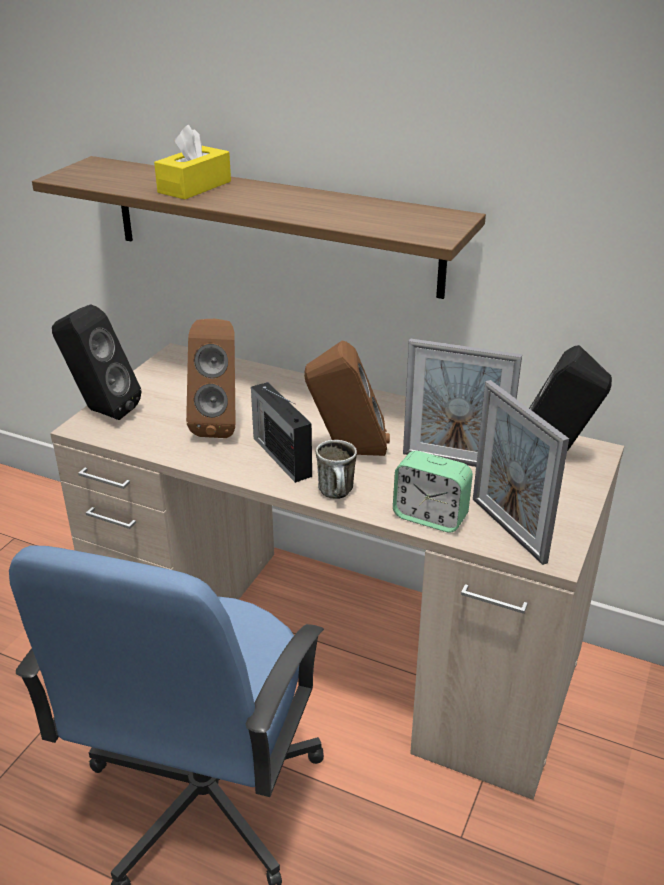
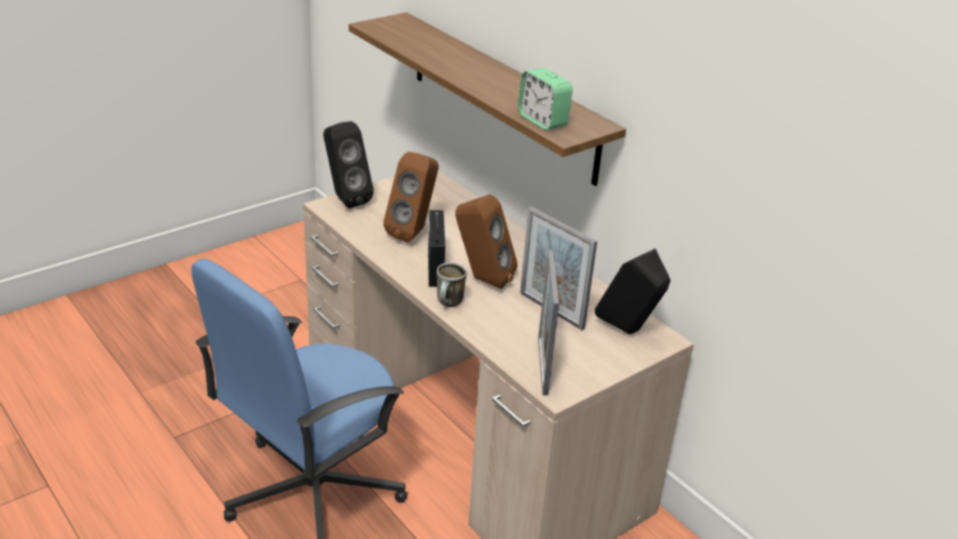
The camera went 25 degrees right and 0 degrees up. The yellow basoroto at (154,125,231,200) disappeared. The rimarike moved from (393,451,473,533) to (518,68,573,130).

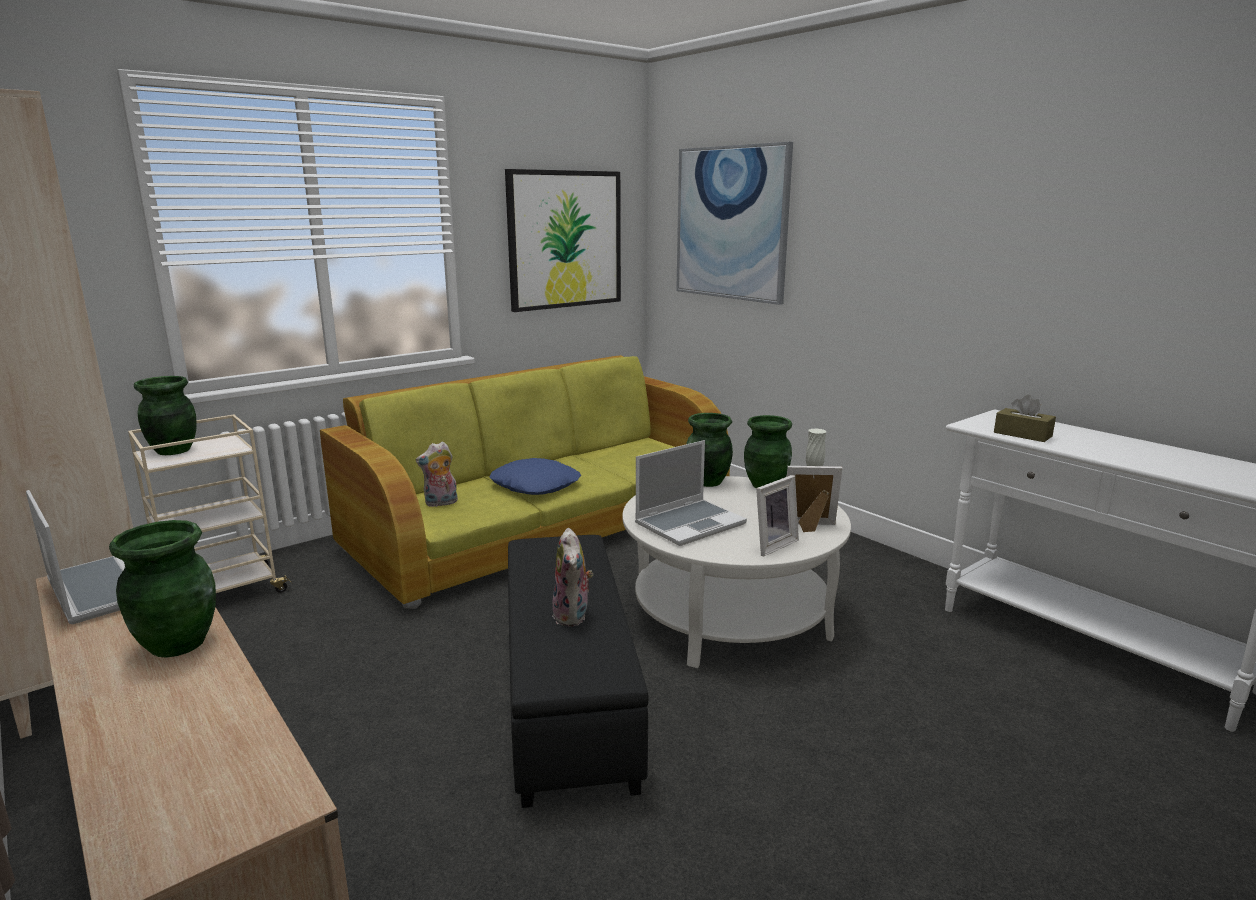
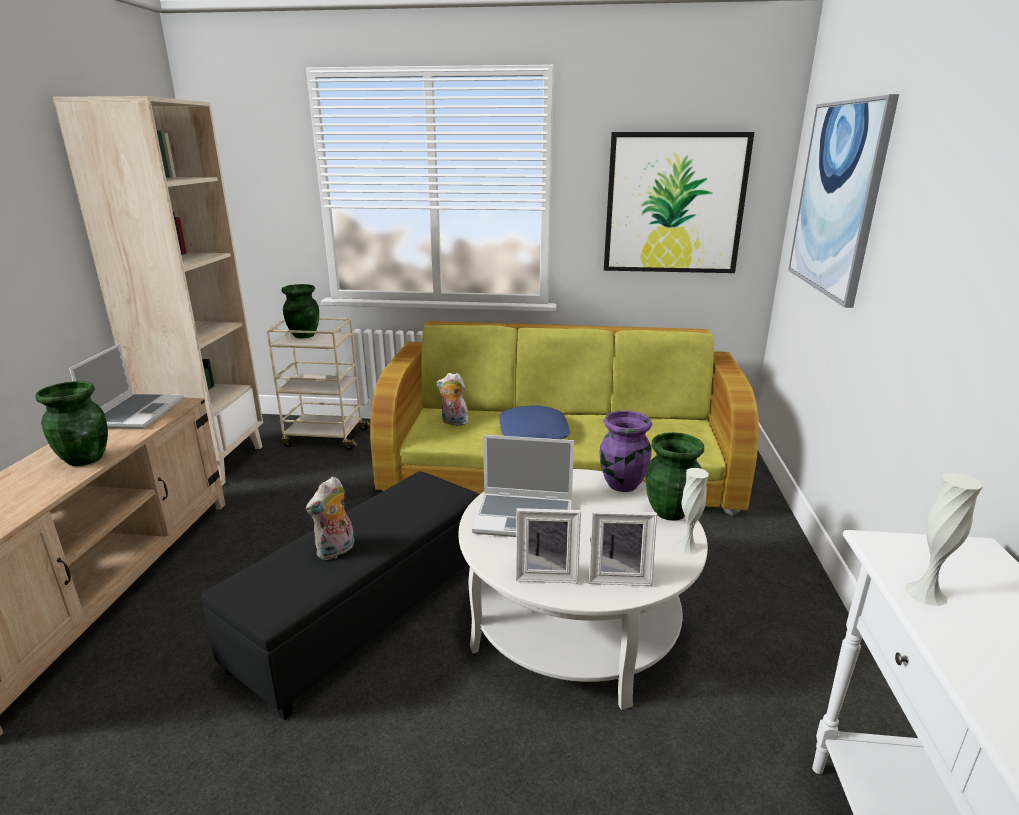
The camera went 45 degrees right and 5 degrees up. The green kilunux at (686,413,733,487) became the purple kilunux at (600,411,652,492). The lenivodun at (787,466,843,532) turned 135 degrees clockwise. The brown basoroto at (994,395,1056,442) was replaced by the white kilunux at (905,473,983,606).

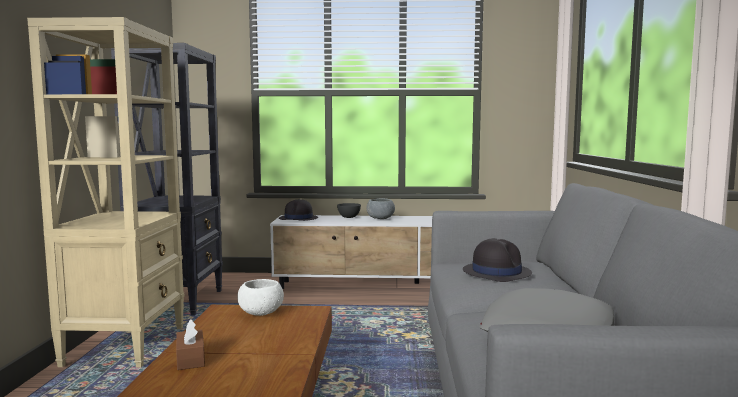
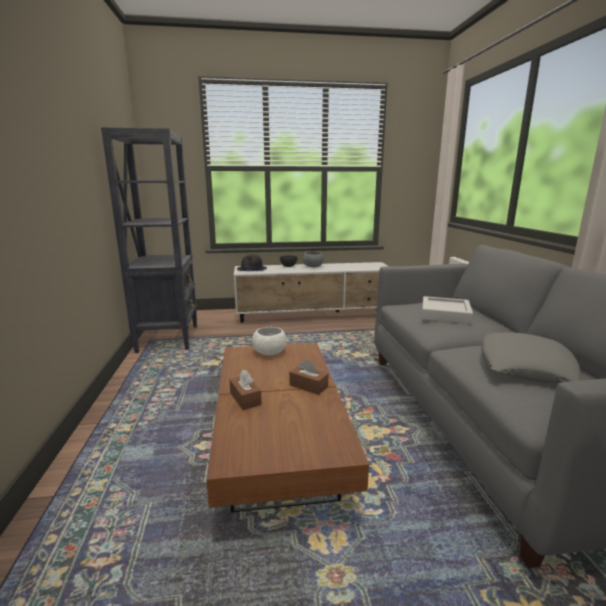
The camera went 10 degrees left and 10 degrees up. The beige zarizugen at (27,17,184,368) disappeared. The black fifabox at (463,238,532,282) was replaced by the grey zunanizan at (422,296,473,324). The brown basoroto at (289,360,328,395) appeared.

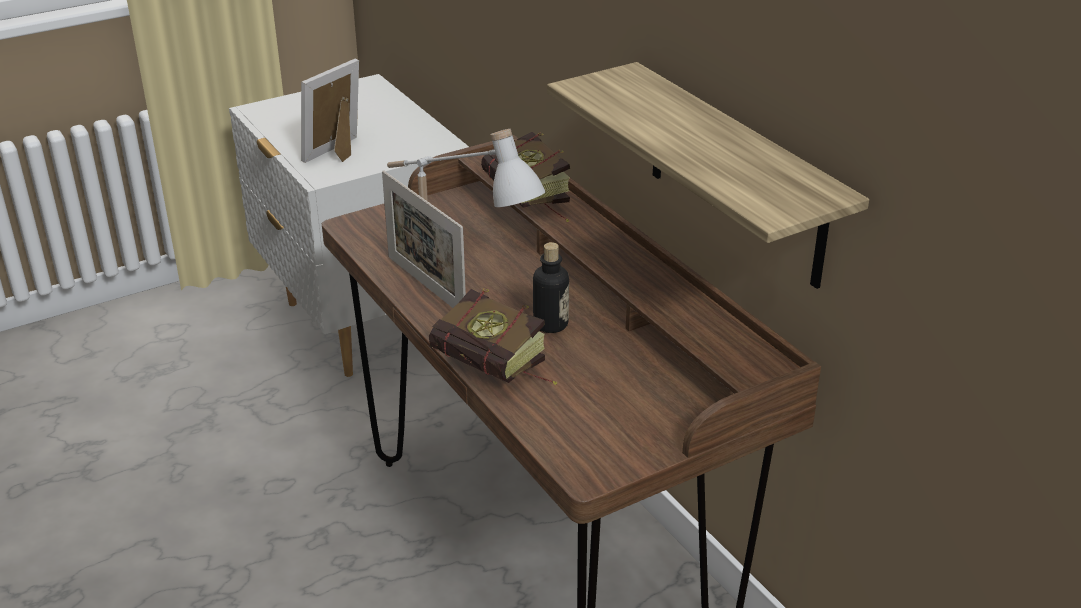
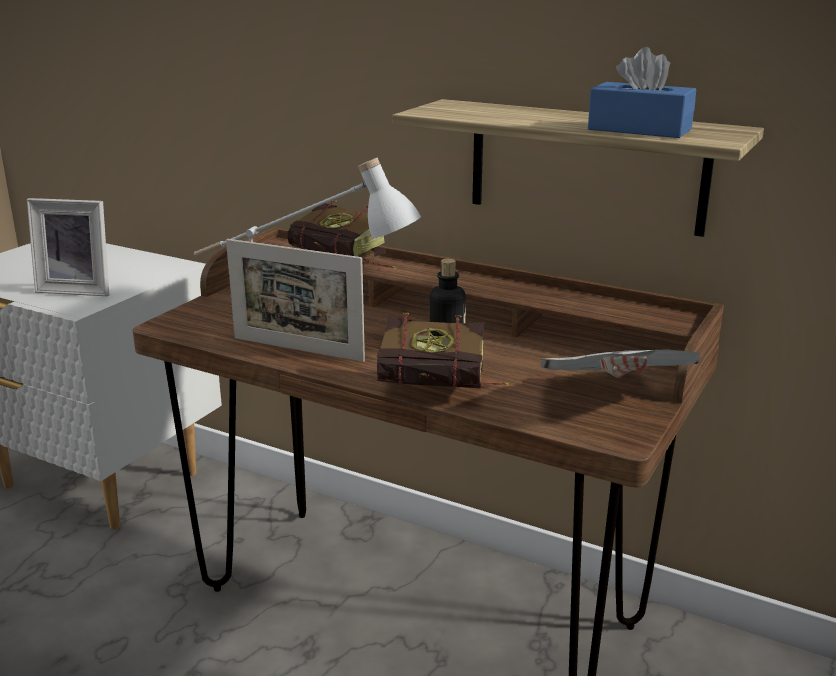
The camera went 30 degrees left and 10 degrees down. The lenivodun at (301,58,359,163) turned 90 degrees counterclockwise. The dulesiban at (540,350,701,378) appeared. The blue basoroto at (588,47,696,138) appeared.

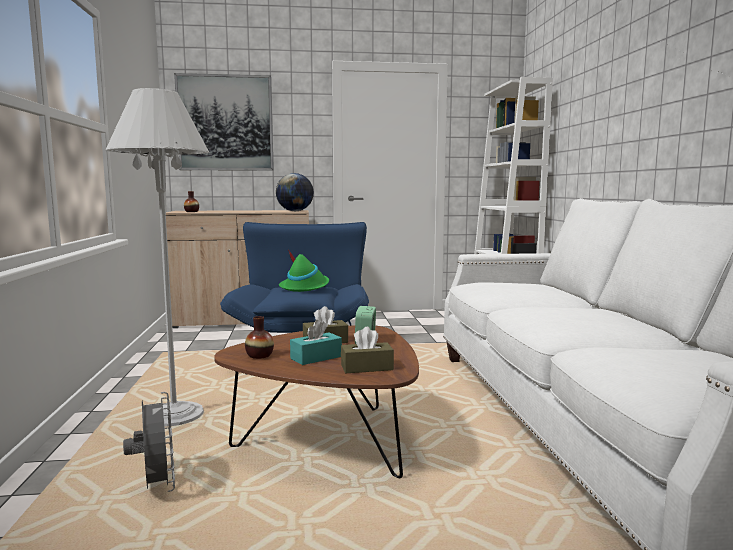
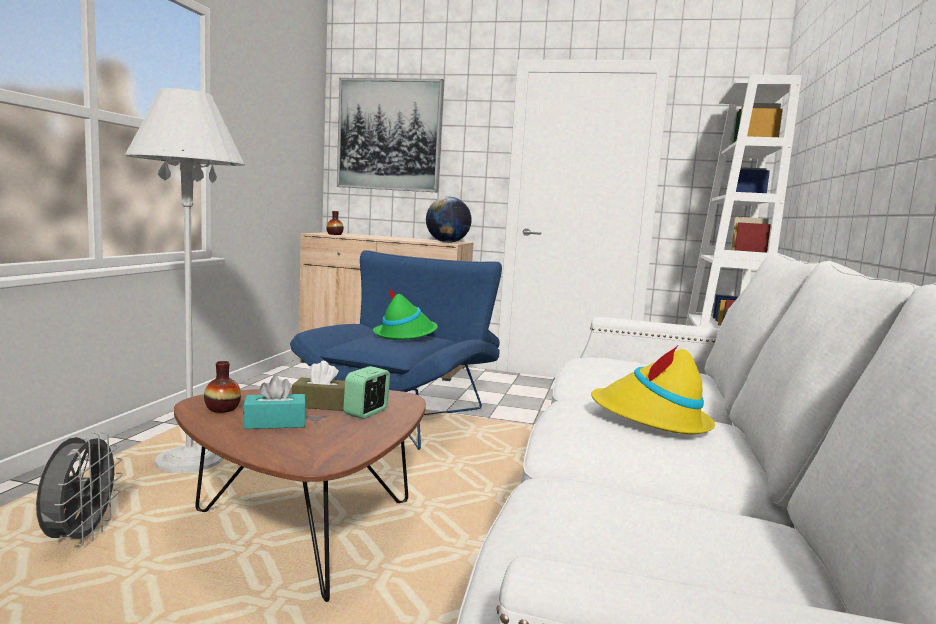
The camera went 20 degrees right and 0 degrees up. The brown basoroto at (341,327,394,373) disappeared. The yellow fifabox at (591,345,715,434) appeared.

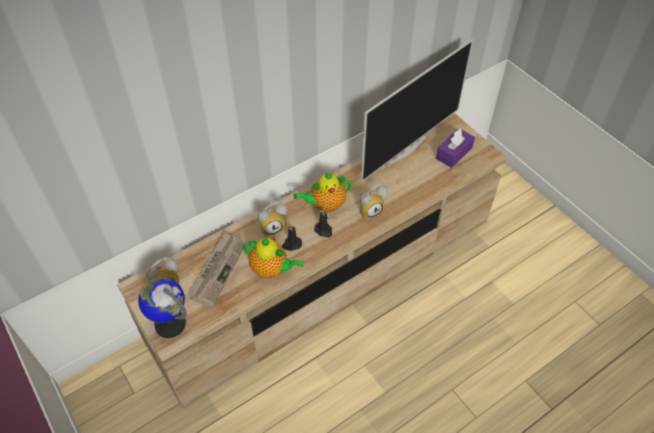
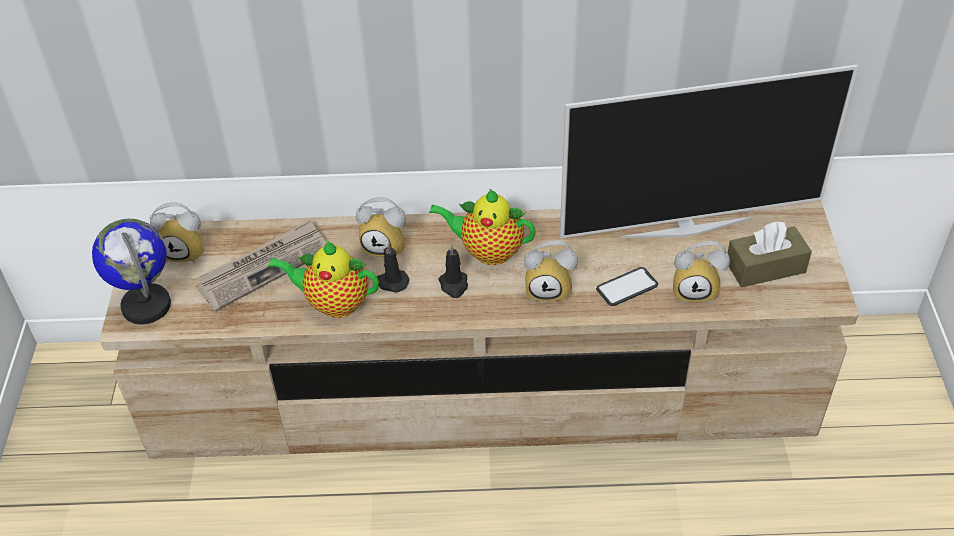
The camera went 35 degrees right and 5 degrees down. The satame at (243,237,304,279) turned 135 degrees clockwise. The purple basoroto at (436,128,475,168) became the brown basoroto at (728,221,812,287). The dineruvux at (596,267,658,306) appeared. The rimarike at (673,241,730,303) appeared.

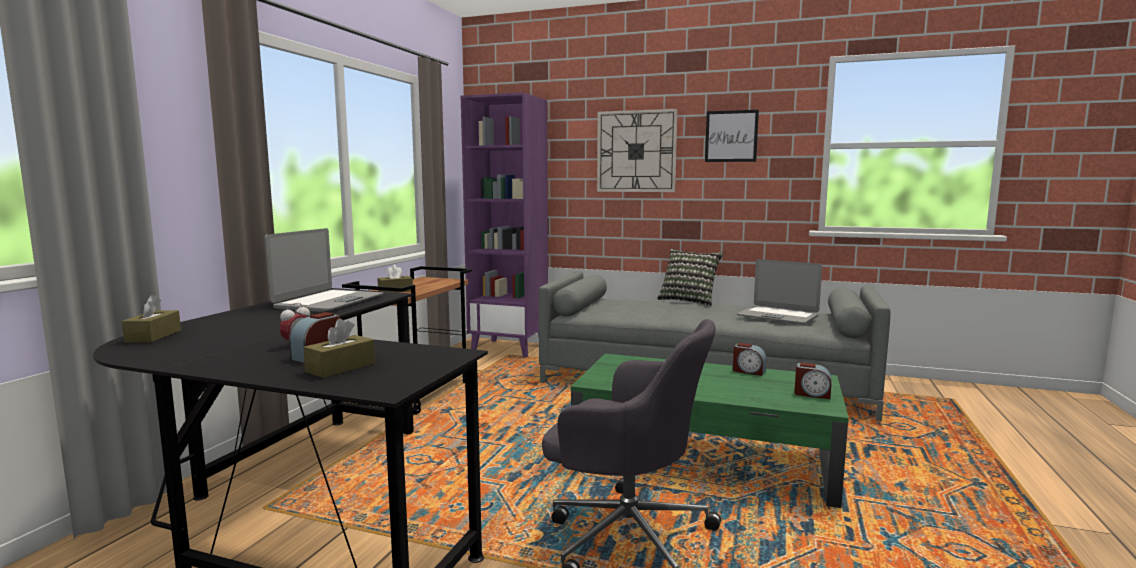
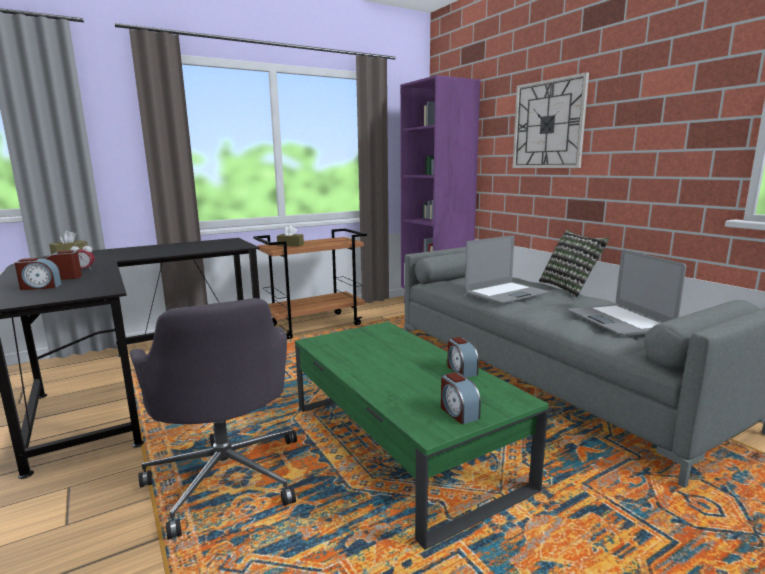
The camera went 40 degrees right and 5 degrees up. The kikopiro moved from (265,228,383,312) to (465,235,549,304). The brown basoroto at (303,319,375,378) was replaced by the rimarike at (14,258,62,290). The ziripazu at (705,110,759,162) disappeared.

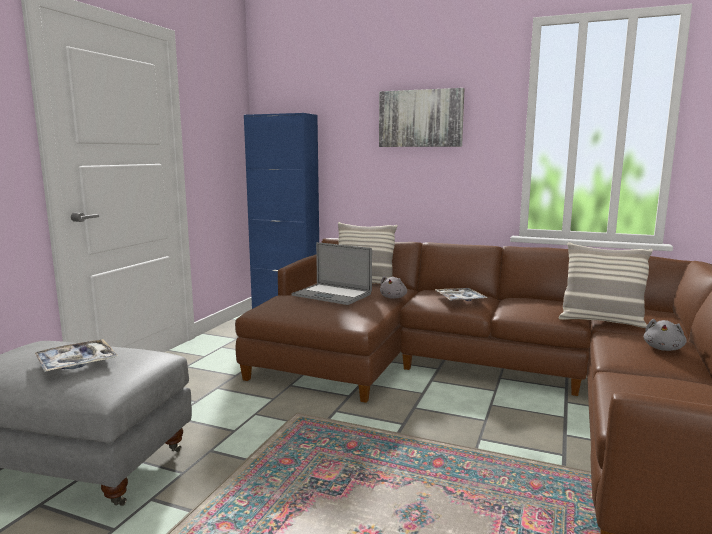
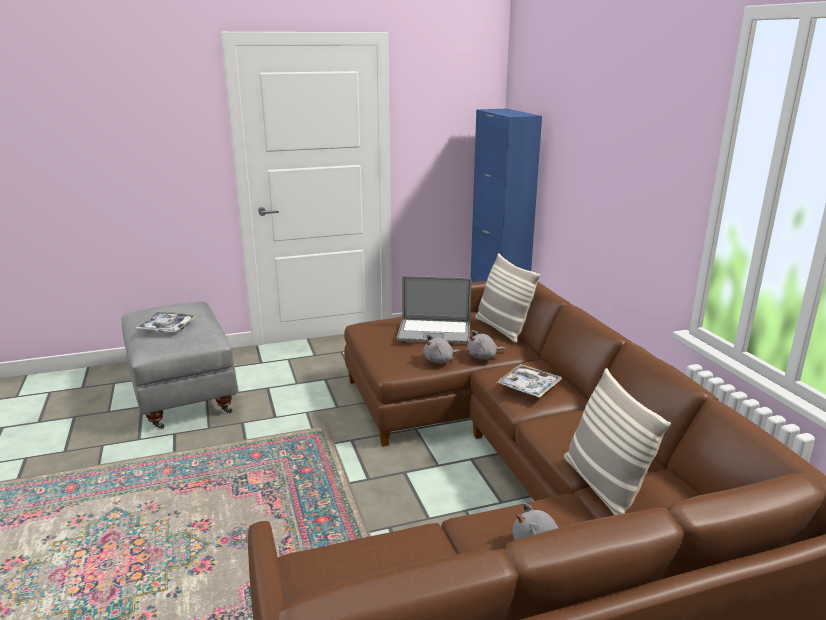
The camera went 50 degrees right and 10 degrees up. The kikopiro at (291,242,372,305) turned 75 degrees counterclockwise. The ziripazu at (379,88,464,147) disappeared. The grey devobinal at (423,334,461,363) appeared.

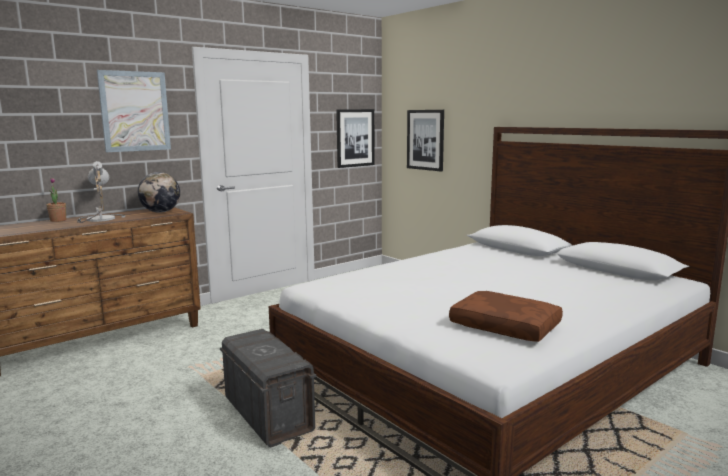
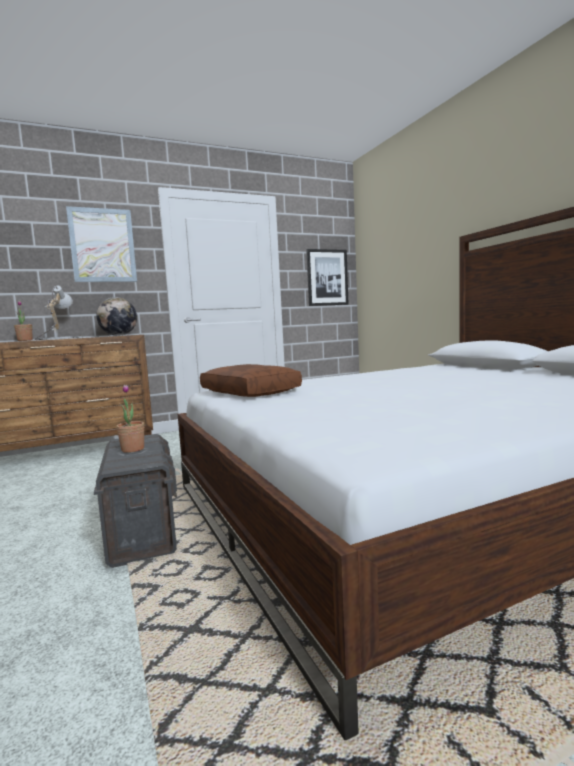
The camera went 15 degrees right and 5 degrees down. The ziripazu at (407,110,444,171) disappeared. The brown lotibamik moved from (449,291,563,342) to (200,364,302,397). The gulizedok at (117,385,144,453) appeared.

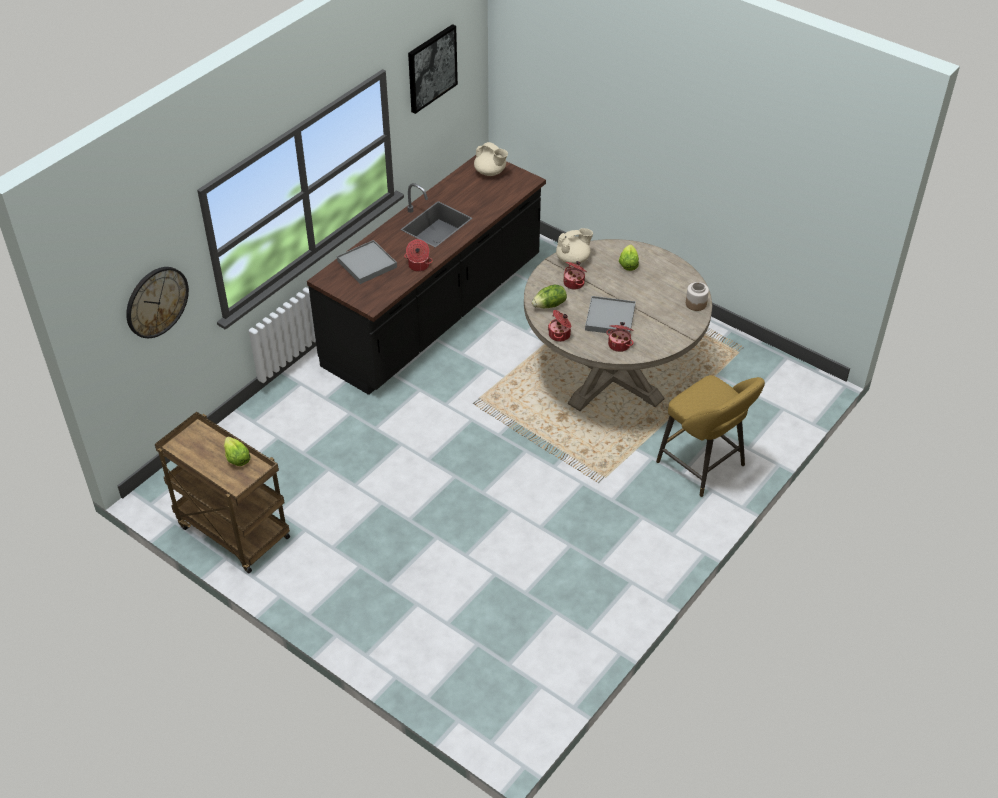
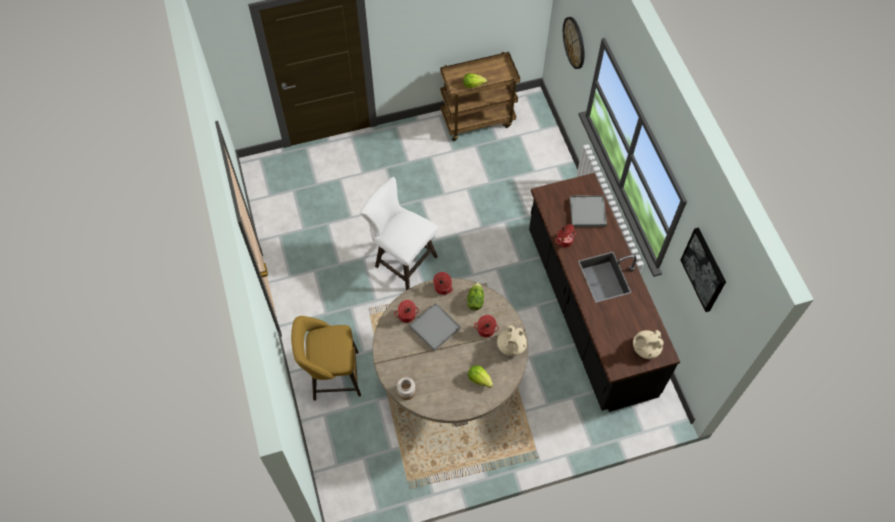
The camera went 125 degrees right and 15 degrees up. The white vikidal at (360,177,438,290) appeared.

